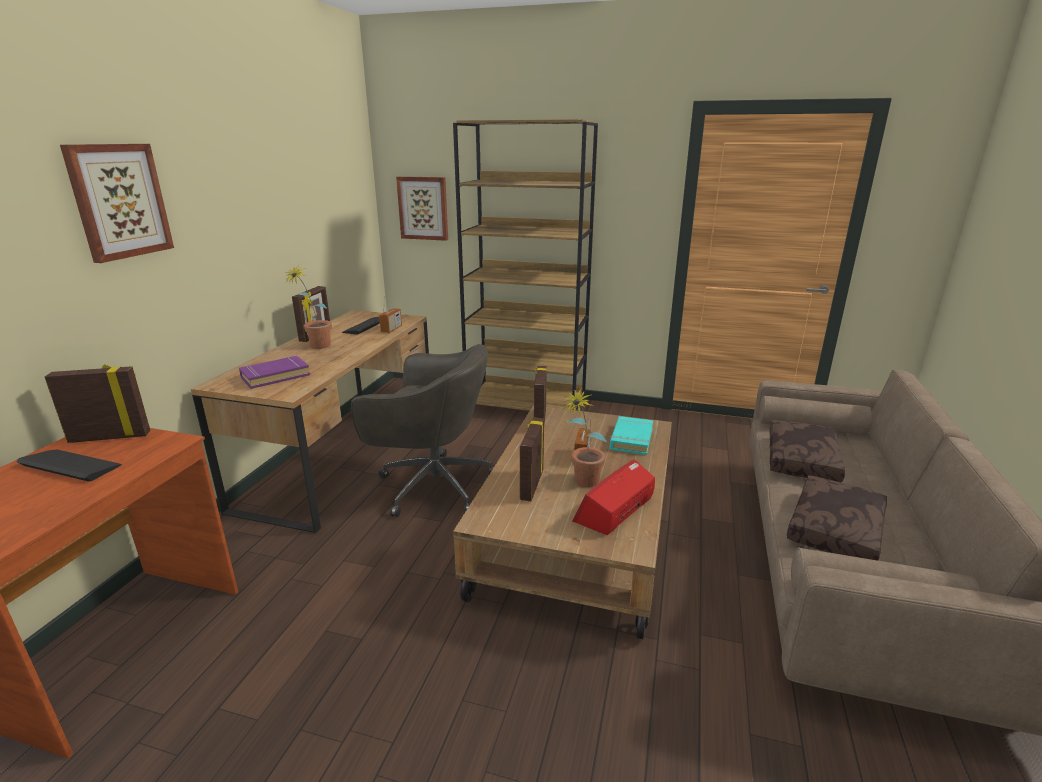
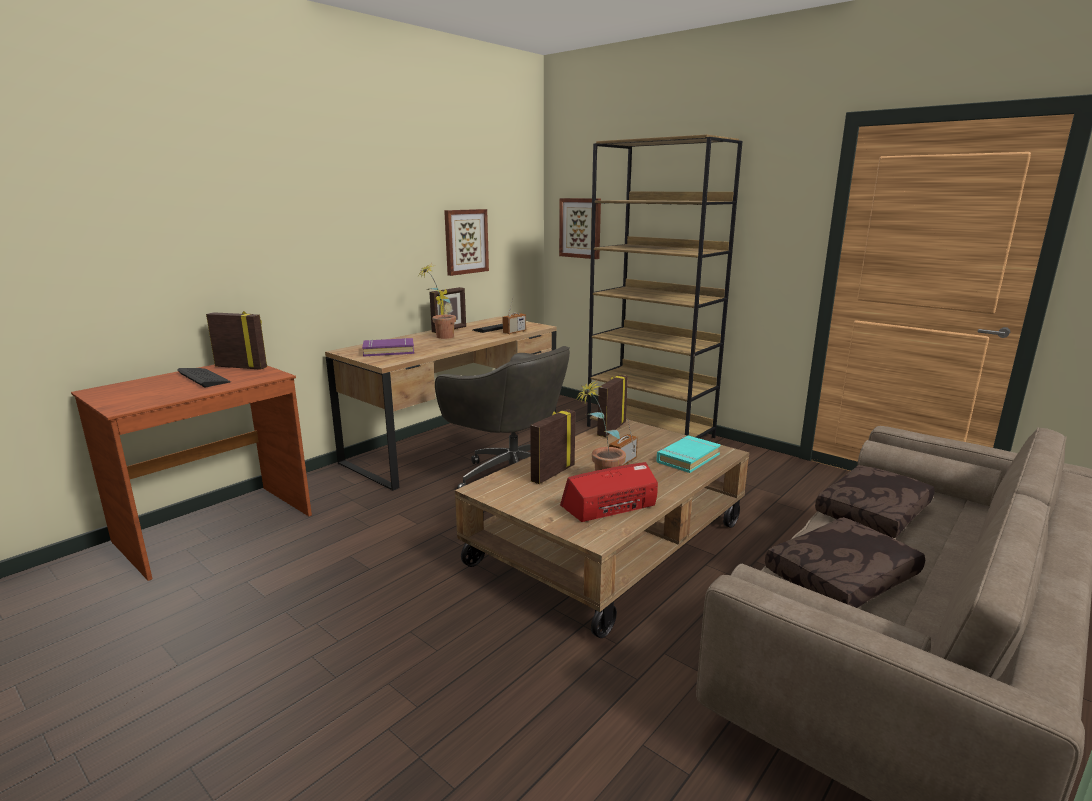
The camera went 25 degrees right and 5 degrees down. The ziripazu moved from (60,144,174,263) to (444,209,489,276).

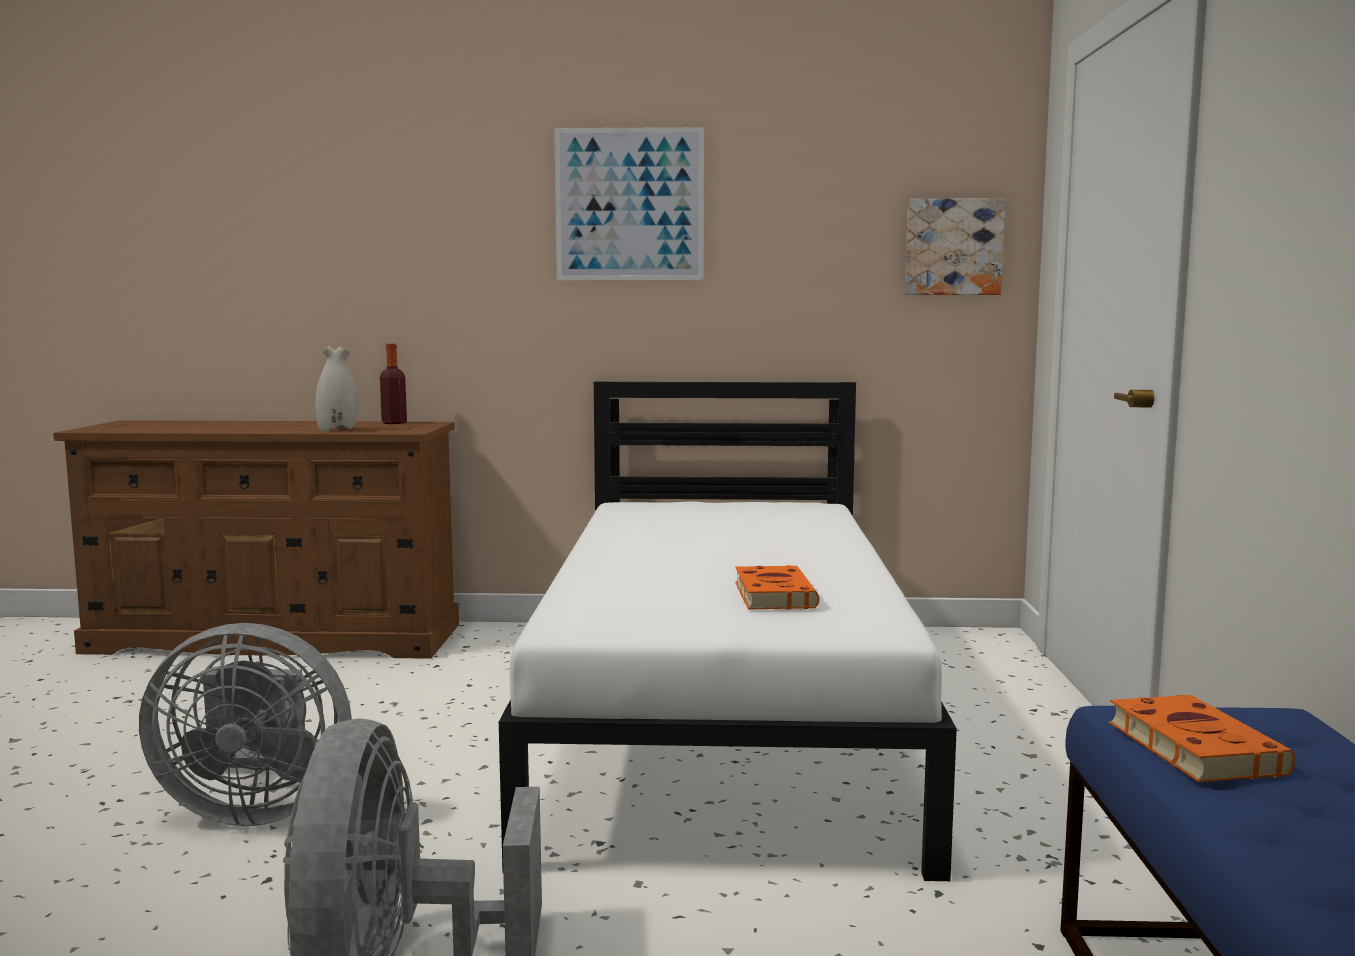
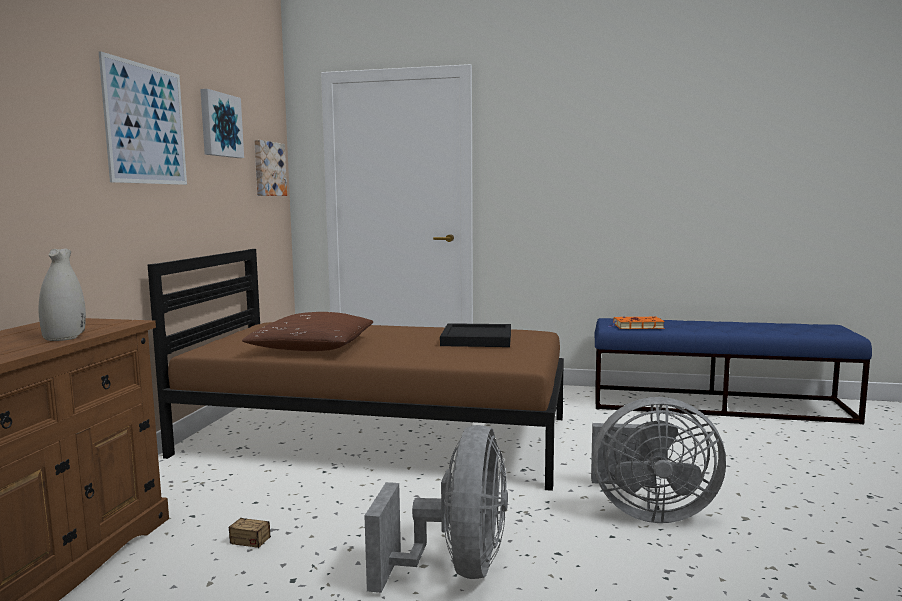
The camera went 80 degrees left and 0 degrees up. The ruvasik at (380,343,407,424) disappeared. The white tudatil at (499,381,957,881) became the brown tudatil at (148,249,564,491). The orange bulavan at (735,565,819,610) was replaced by the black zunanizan at (440,323,511,347). The ziripazu at (200,89,244,158) appeared. The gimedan at (228,487,307,548) appeared. The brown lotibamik at (242,312,373,351) appeared.

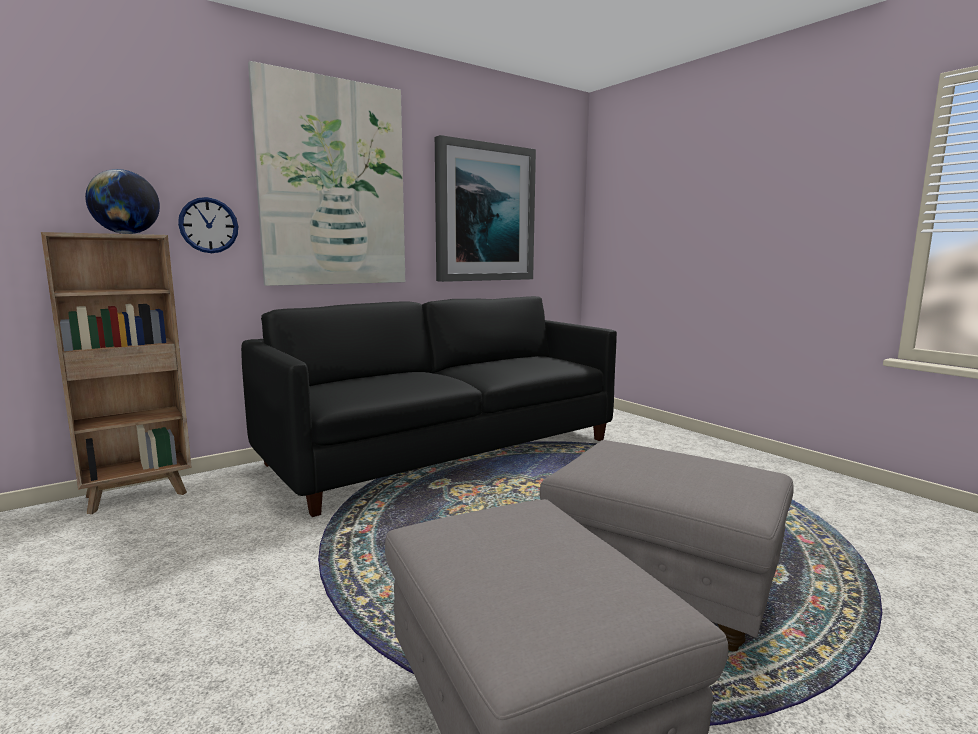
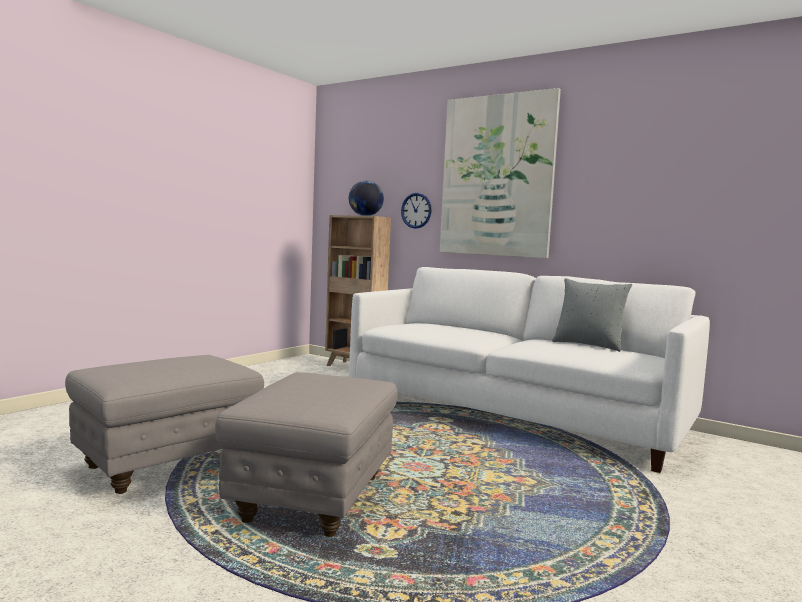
The camera went 70 degrees right and 5 degrees down. The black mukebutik at (241,296,617,517) became the white mukebutik at (349,267,710,473). The ziripazu at (435,135,536,282) disappeared. The grey lotibamik at (552,278,632,352) appeared.

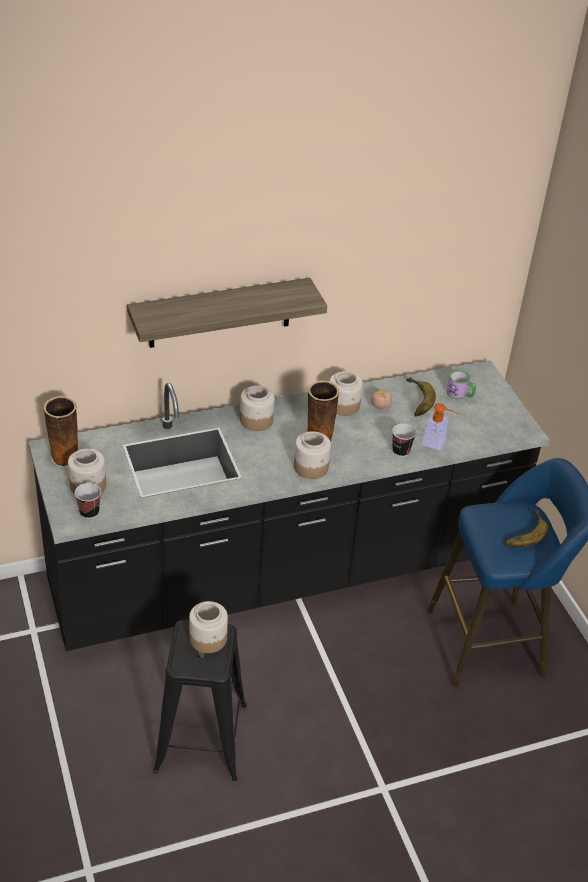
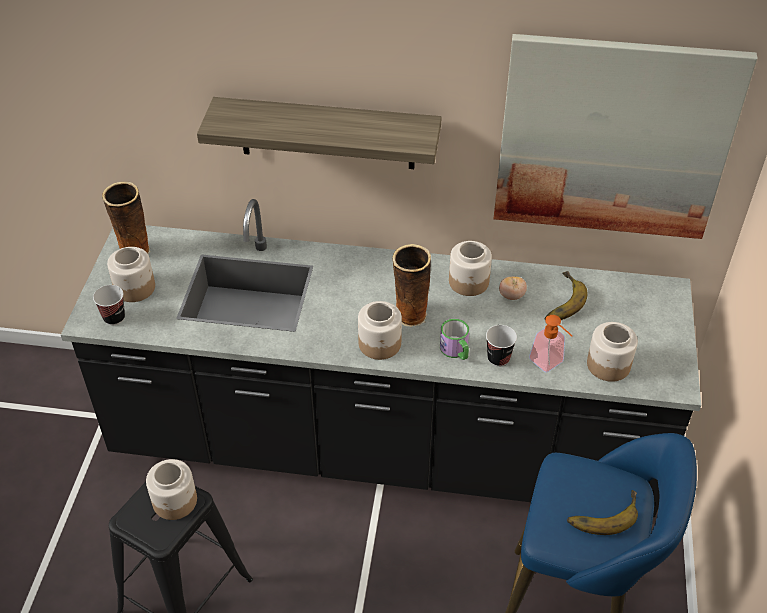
The camera went 30 degrees right and 5 degrees up. The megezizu moved from (240,385,275,431) to (587,322,638,382). The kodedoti moved from (446,370,476,399) to (440,319,469,360). The ziripazu at (493,34,758,239) appeared.

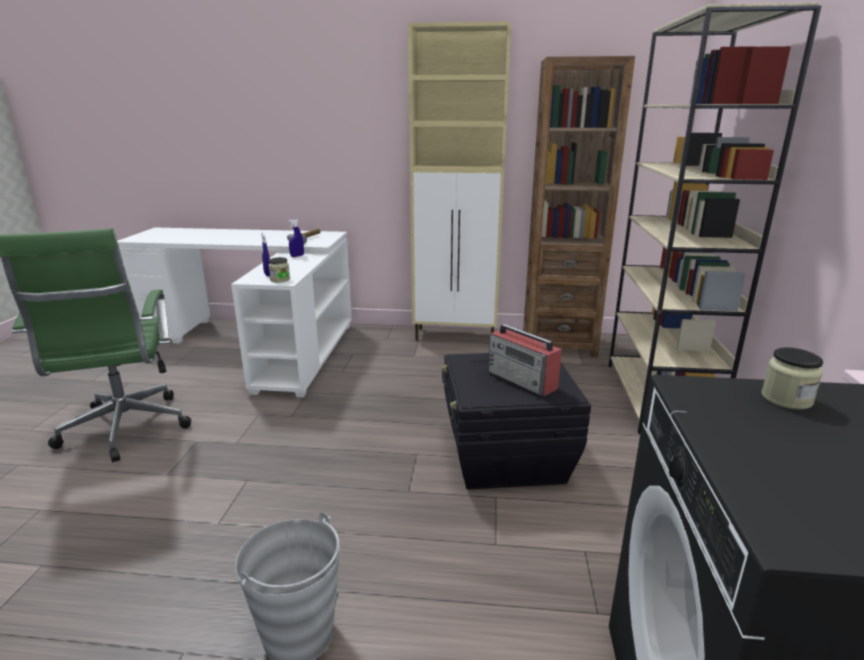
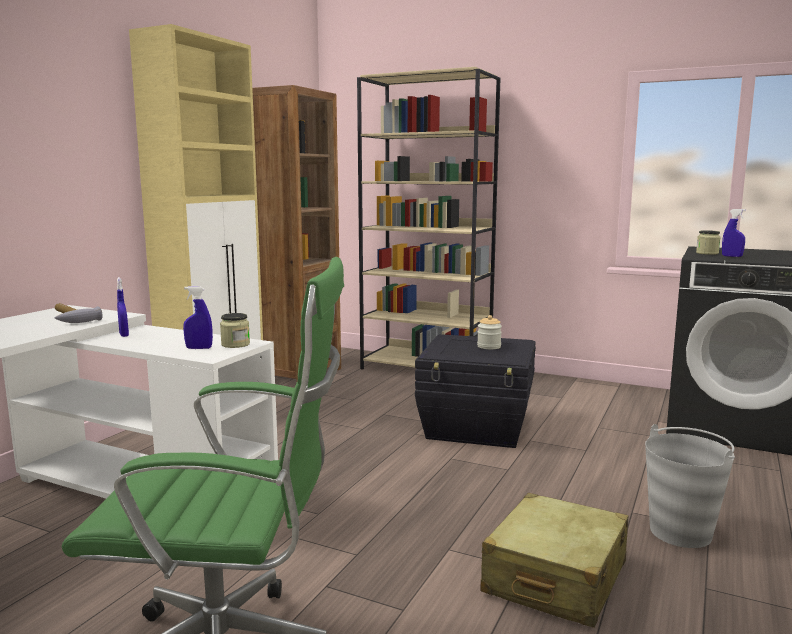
The camera went 70 degrees left and 10 degrees down. The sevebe at (488,324,562,396) was replaced by the megezizu at (477,315,502,349). The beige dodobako at (481,493,628,628) appeared. The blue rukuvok at (722,209,746,257) appeared.

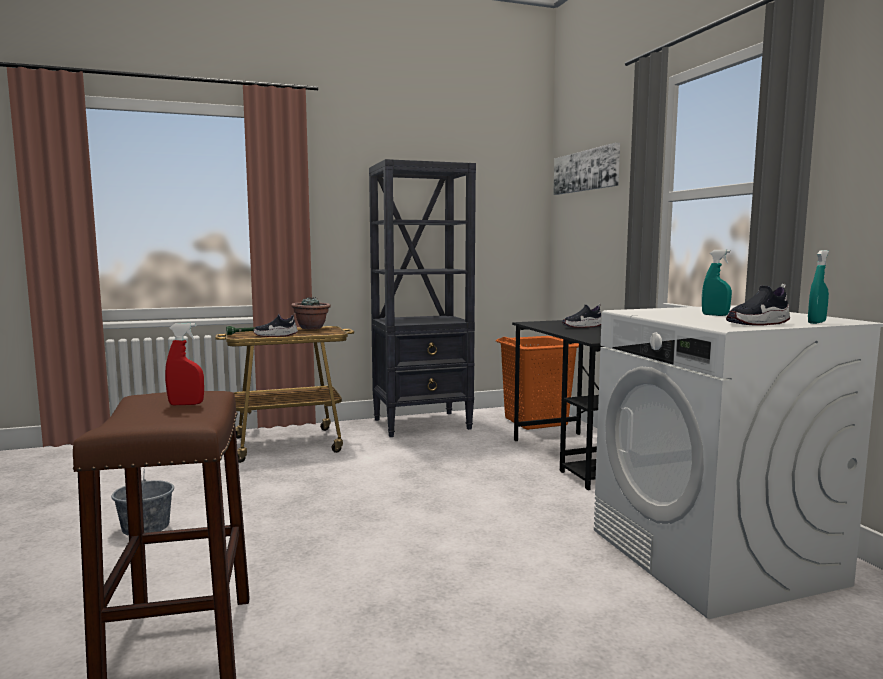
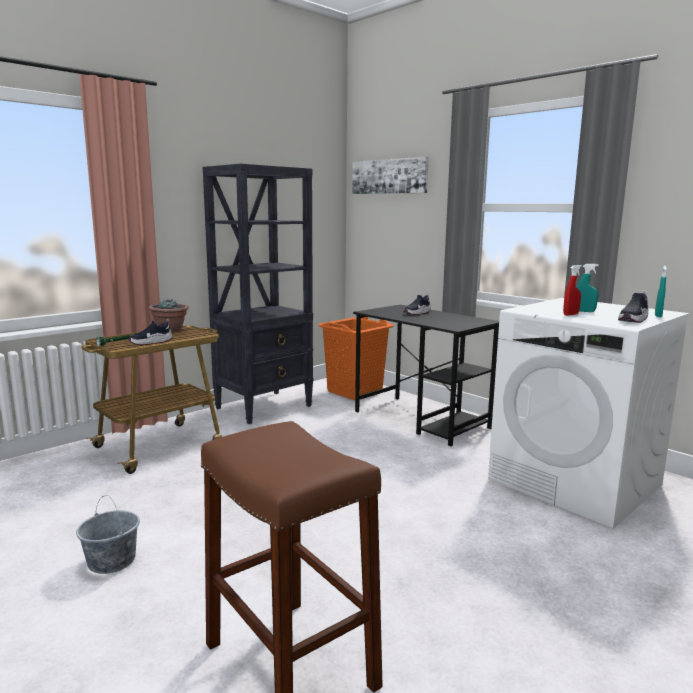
The camera went 25 degrees left and 5 degrees up. The red rukuvok moved from (165,323,204,405) to (563,265,582,316).

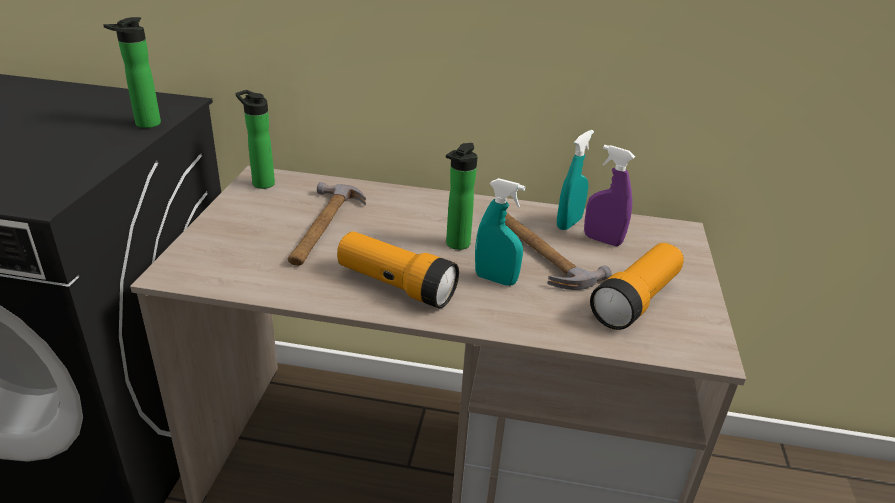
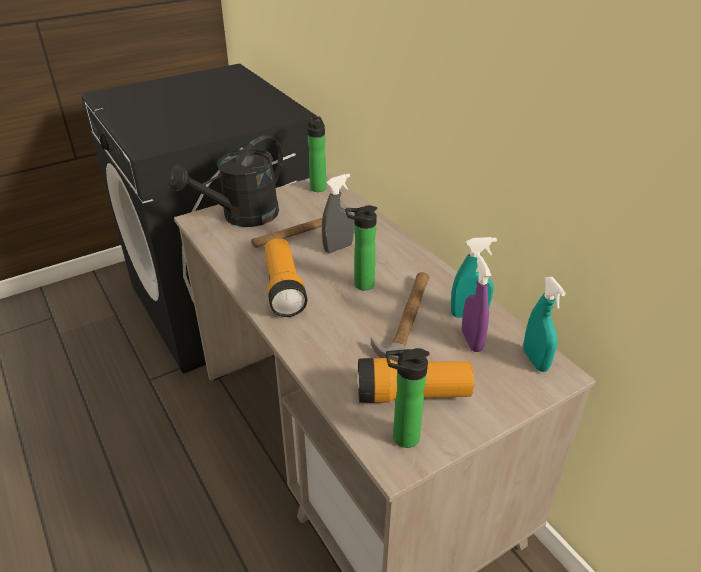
The camera went 50 degrees right and 5 degrees up. The ruvasik moved from (103,17,161,128) to (386,348,430,448). The turquoise rukuvok moved from (475,178,525,286) to (523,277,566,372). The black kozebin at (169,135,283,227) appeared. The grey rukuvok at (322,174,354,253) appeared.

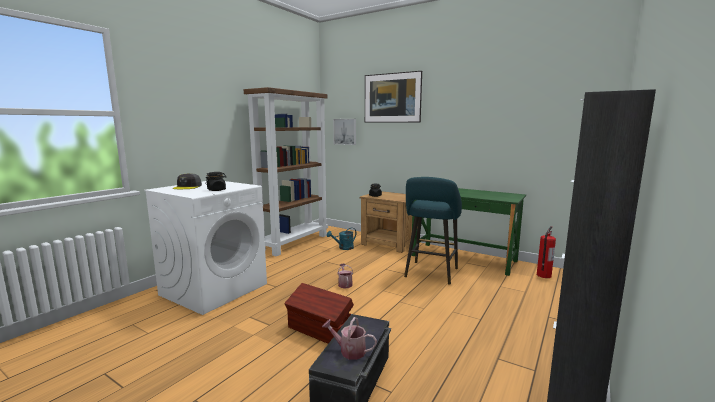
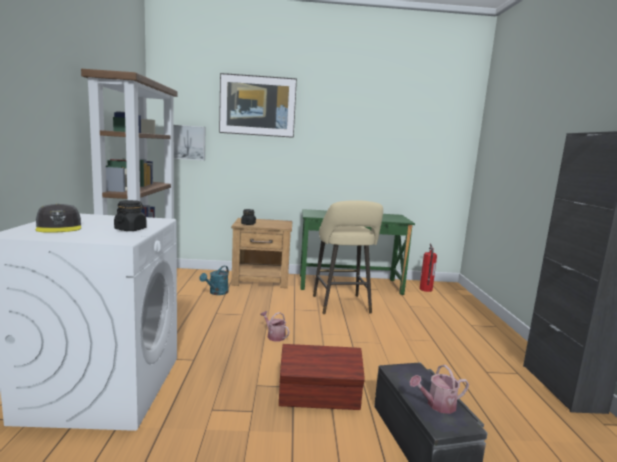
The camera went 35 degrees left and 0 degrees up. The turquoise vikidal at (404,177,462,285) became the beige vikidal at (313,200,383,314).

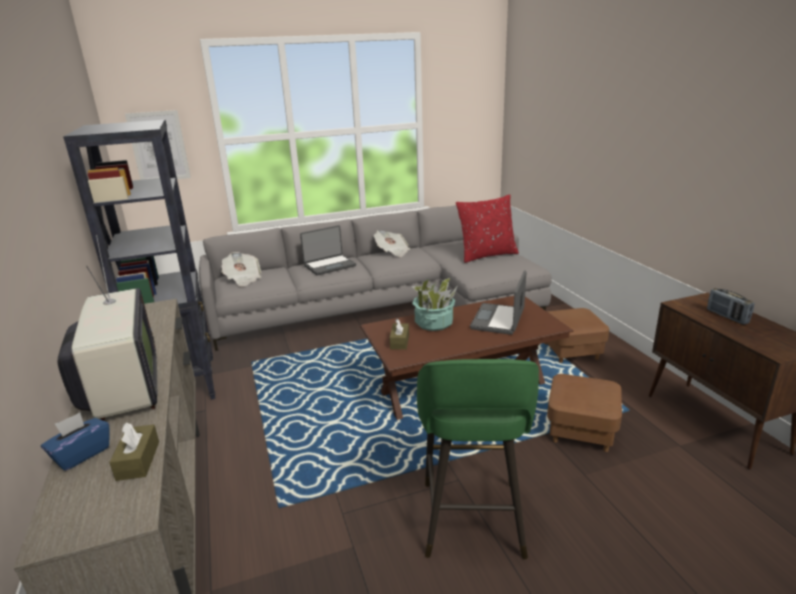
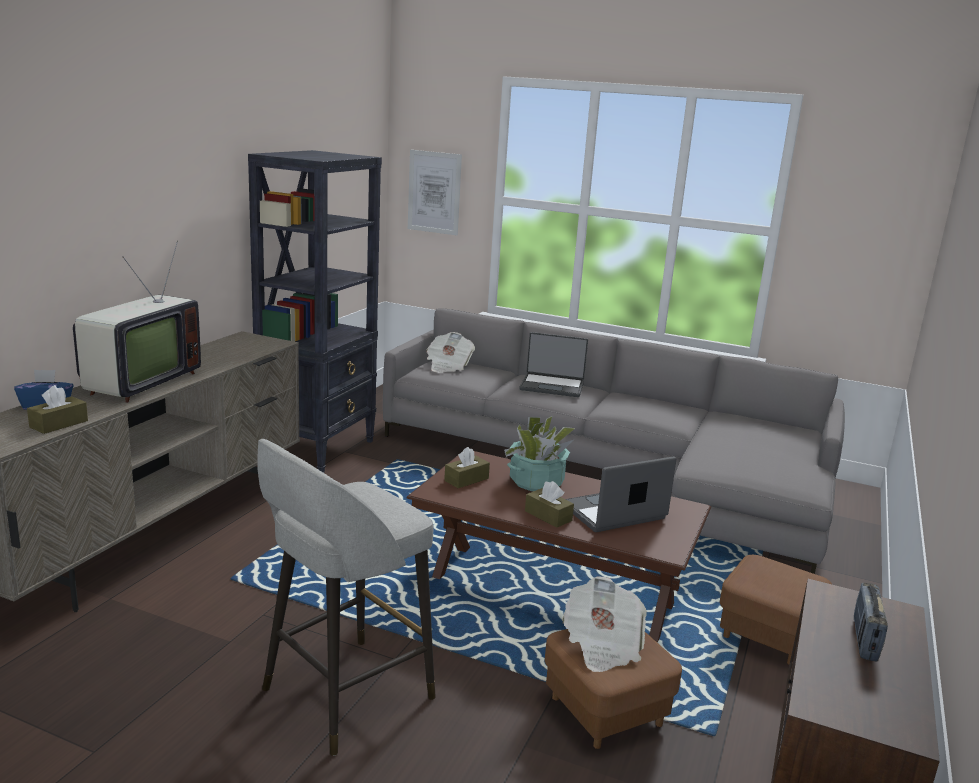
The camera went 40 degrees right and 5 degrees down. The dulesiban moved from (374,230,410,257) to (562,576,647,672). The green vikidal at (417,359,539,559) became the grey vikidal at (257,439,436,756). The red lotibamik at (456,194,519,263) disappeared. The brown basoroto at (525,481,574,528) appeared.

